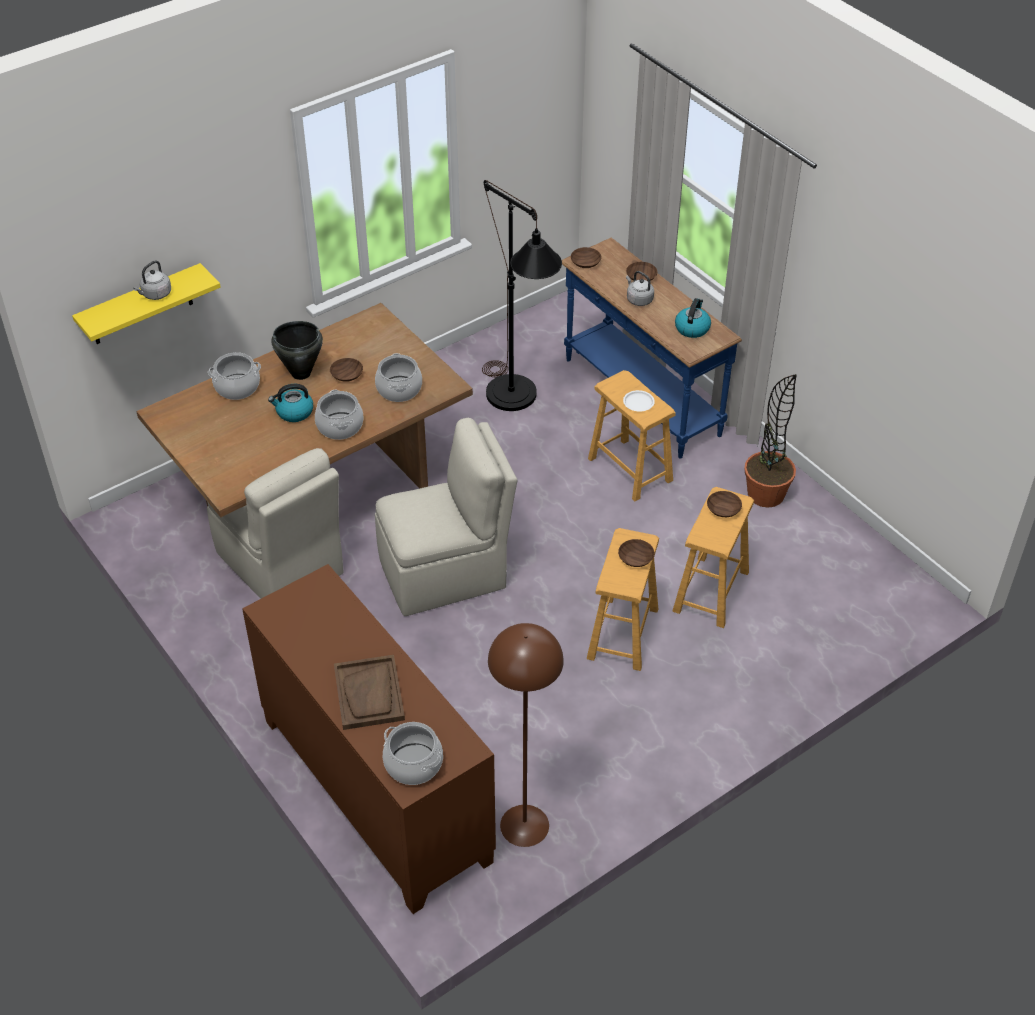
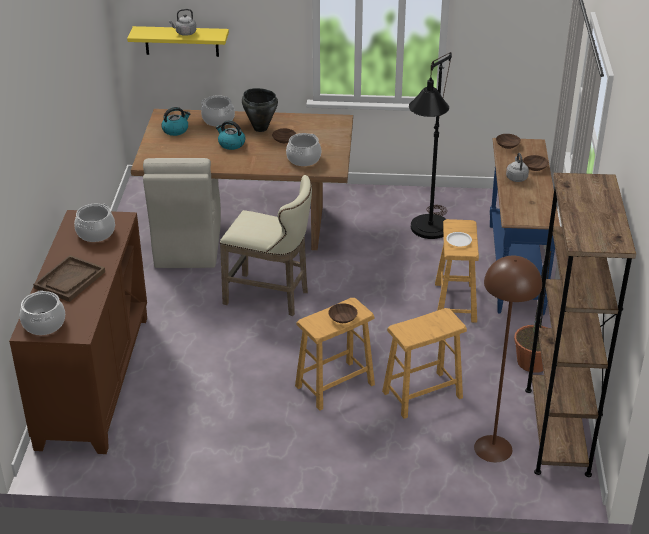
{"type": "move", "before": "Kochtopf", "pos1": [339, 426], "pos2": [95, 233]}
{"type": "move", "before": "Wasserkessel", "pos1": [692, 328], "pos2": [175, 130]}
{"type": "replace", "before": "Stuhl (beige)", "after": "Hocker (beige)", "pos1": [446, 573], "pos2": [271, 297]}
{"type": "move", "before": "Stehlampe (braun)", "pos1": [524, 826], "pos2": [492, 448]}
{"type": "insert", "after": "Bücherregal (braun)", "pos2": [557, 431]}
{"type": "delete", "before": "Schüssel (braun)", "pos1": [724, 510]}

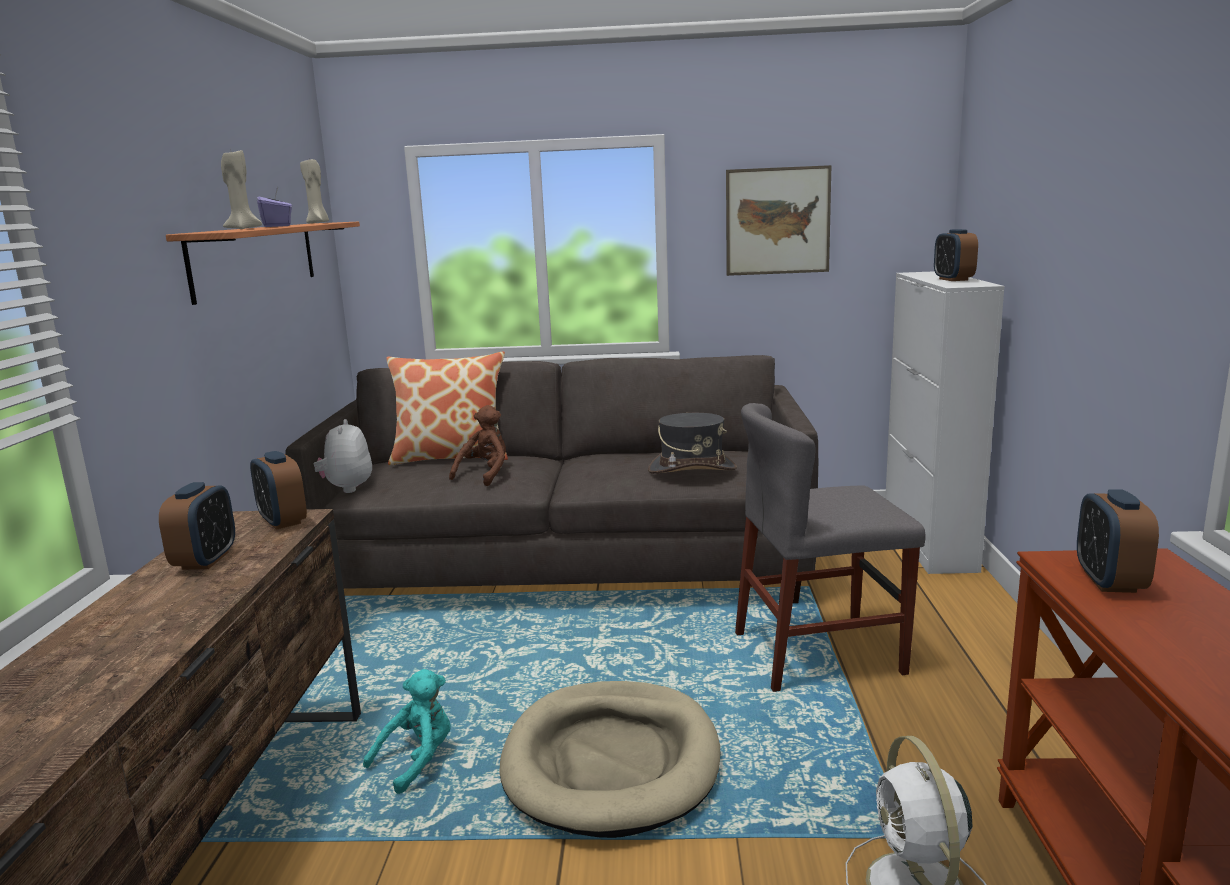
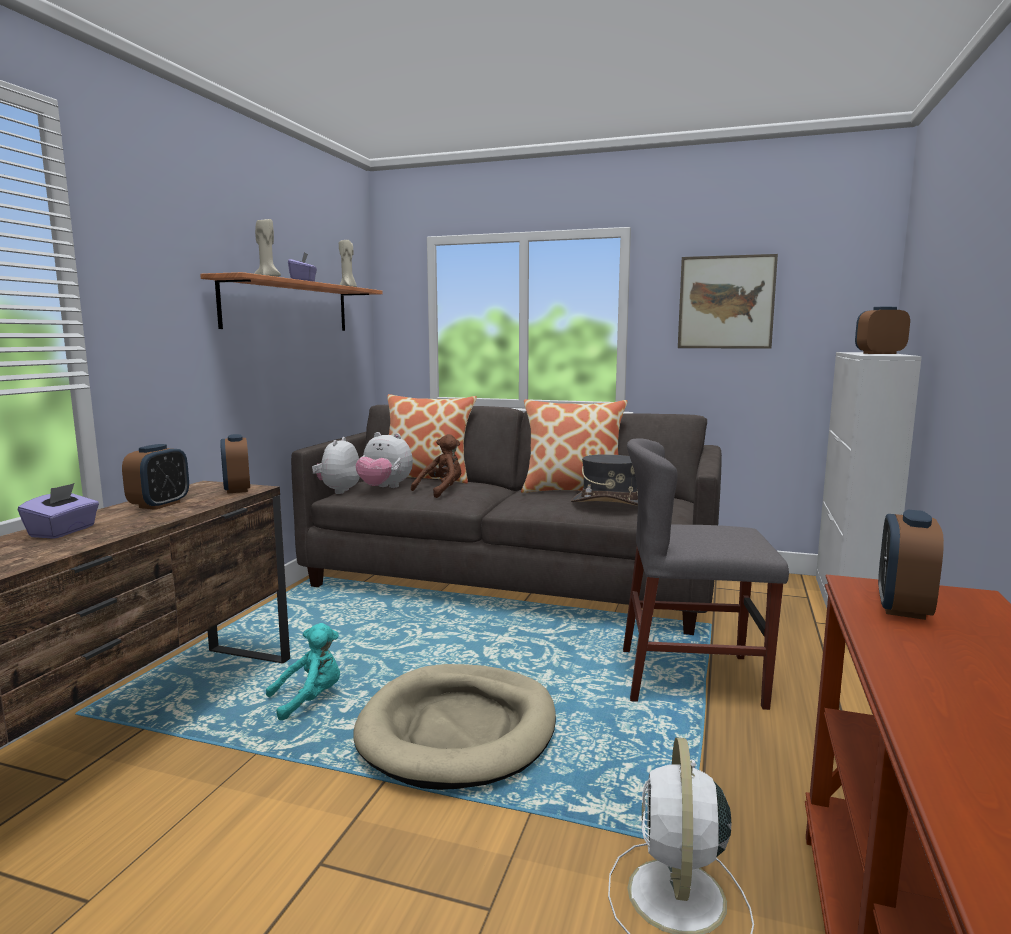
{"type": "insert", "after": "Taschentuchbox (lila)", "pos2": [63, 531]}
{"type": "insert", "after": "Plüschtier", "pos2": [384, 488]}
{"type": "insert", "after": "Kissen", "pos2": [573, 490]}
{"type": "rotate", "before": "Wecker", "pos1": [953, 279], "pos2": [879, 353], "turn": 75}

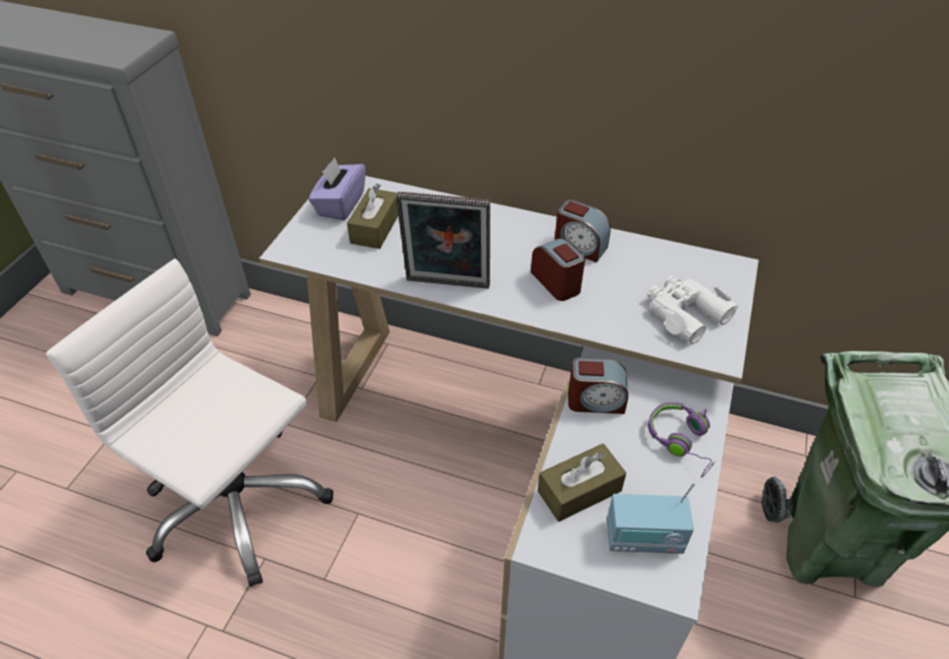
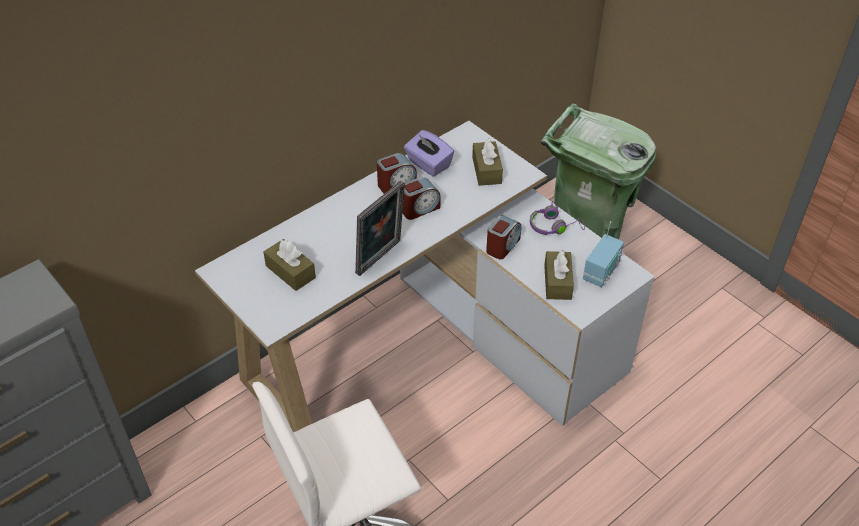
{"type": "rotate", "before": "Wecker", "pos1": [557, 282], "pos2": [419, 208], "turn": 150}
{"type": "move", "before": "Taschentuchbox (lila)", "pos1": [340, 204], "pos2": [428, 164]}
{"type": "replace", "before": "Fernglas (weiß)", "after": "Taschentuchbox (braun)", "pos1": [684, 313], "pos2": [486, 170]}

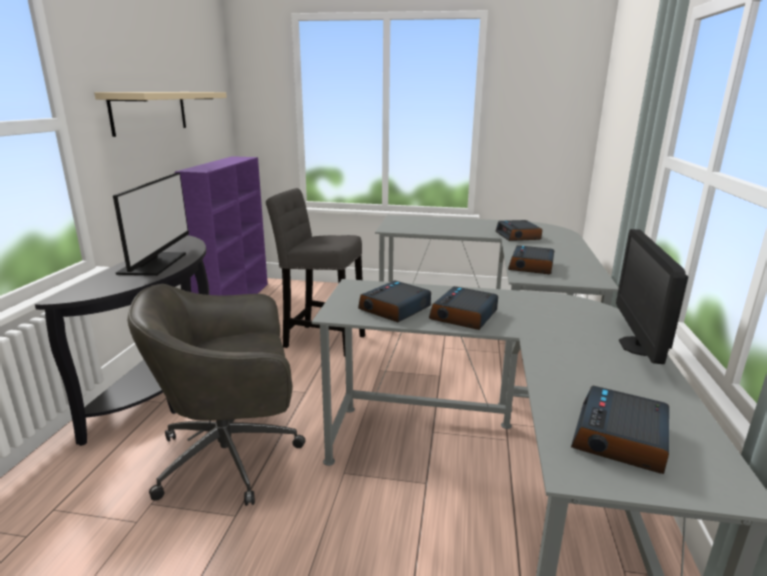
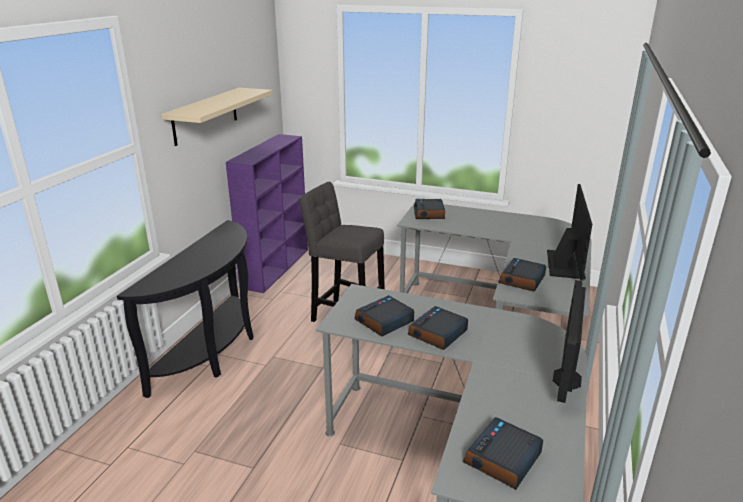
{"type": "move", "before": "Wecker", "pos1": [518, 236], "pos2": [429, 213]}
{"type": "move", "before": "Monitor", "pos1": [154, 263], "pos2": [566, 264]}
{"type": "delete", "before": "Bürostuhl (grau)", "pos1": [232, 456]}

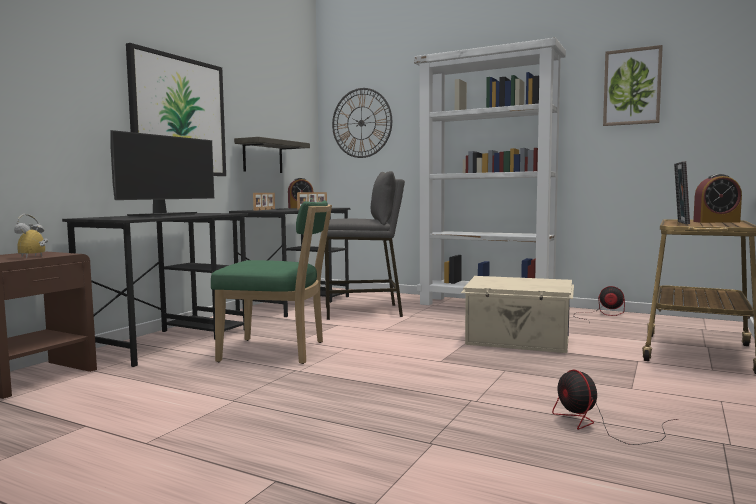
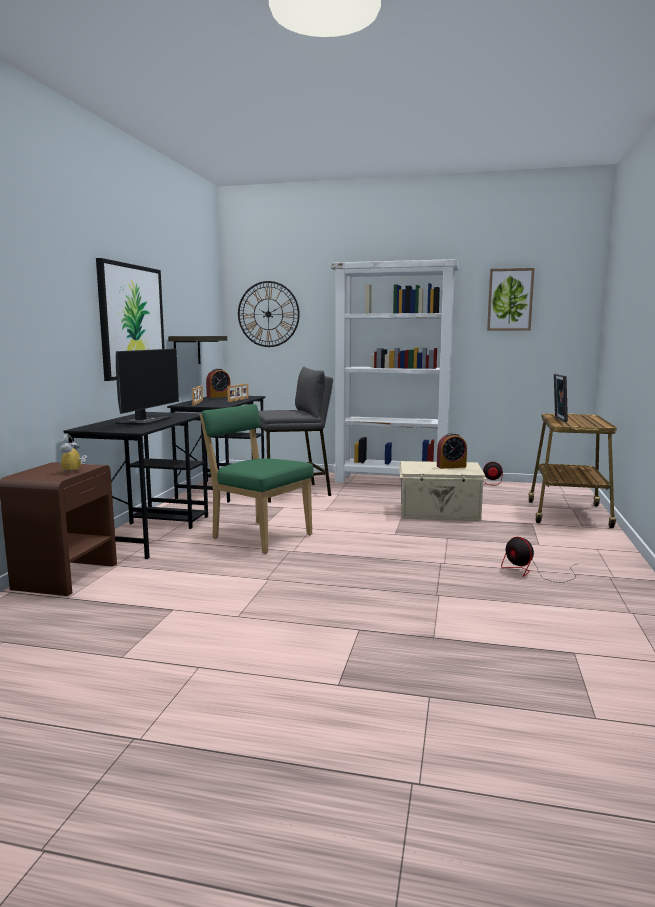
{"type": "rotate", "before": "Stuhl (grün)", "pos1": [278, 352], "pos2": [258, 536], "turn": -135}
{"type": "move", "before": "Wecker", "pos1": [716, 222], "pos2": [451, 466]}

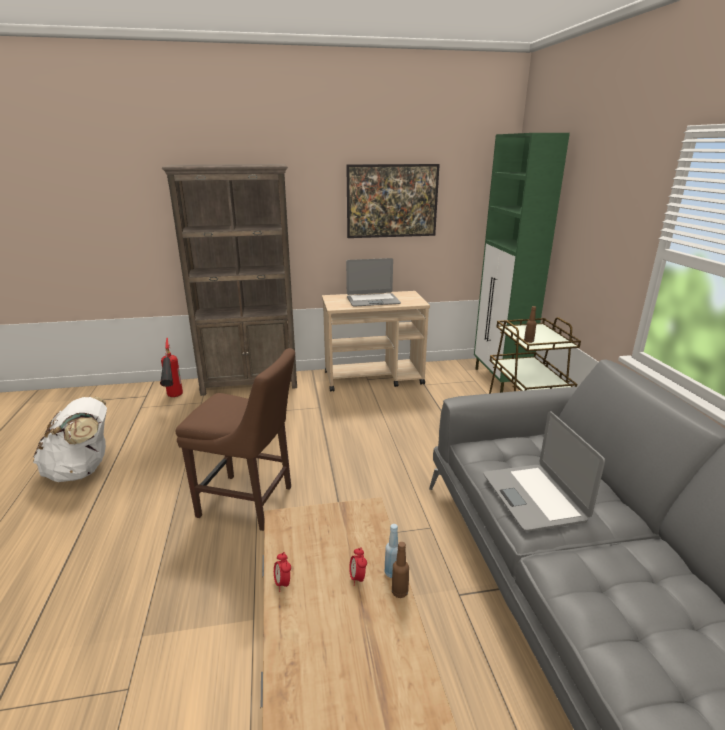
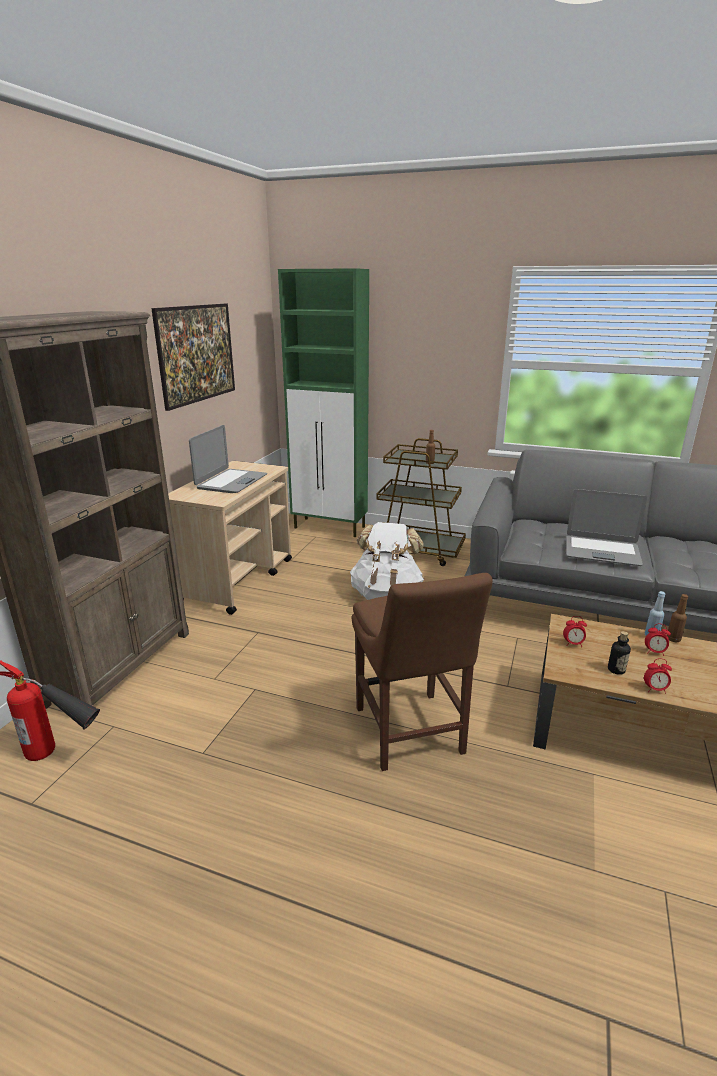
{"type": "move", "before": "Rucksack (weiß)", "pos1": [82, 470], "pos2": [386, 595]}
{"type": "rotate", "before": "Stuhl (braun)", "pos1": [250, 502], "pos2": [410, 734], "turn": 120}
{"type": "insert", "after": "Wecker", "pos2": [573, 644]}
{"type": "insert", "after": "Flasche", "pos2": [616, 670]}

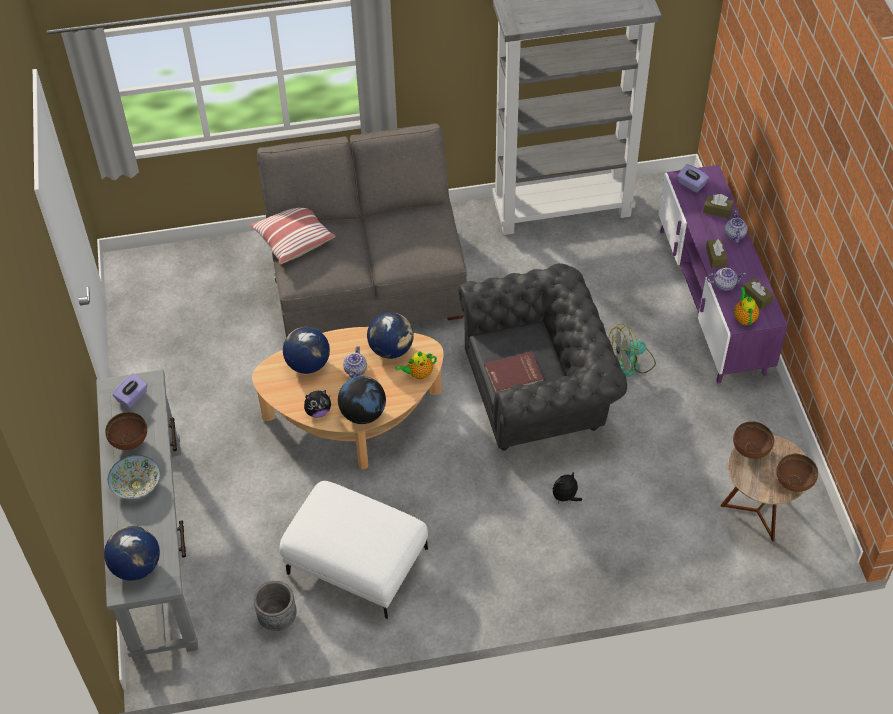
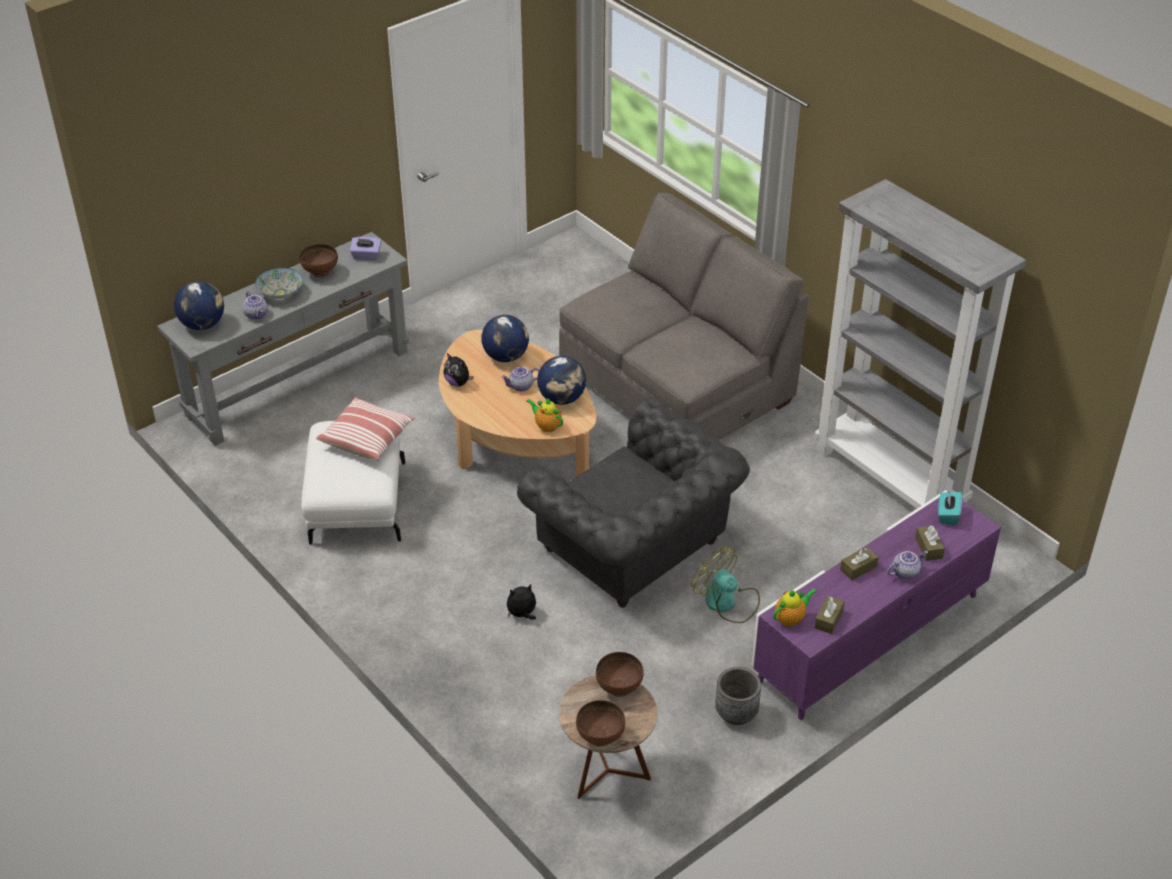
{"type": "move", "before": "Teekanne", "pos1": [724, 284], "pos2": [257, 315]}
{"type": "move", "before": "Kissen", "pos1": [293, 239], "pos2": [367, 438]}
{"type": "rotate", "before": "Plüschtier", "pos1": [565, 497], "pos2": [522, 614], "turn": -45}
{"type": "move", "before": "Pflanzkübel (grau)", "pos1": [277, 618], "pos2": [736, 713]}
{"type": "recolor", "before": "Taschentuchbox (lila)", "after": "Taschentuchbox (türkis)", "pos1": [691, 184], "pos2": [947, 515]}
{"type": "delete", "before": "Globus", "pos1": [363, 414]}
{"type": "delete", "before": "Buch (rot)", "pos1": [514, 375]}

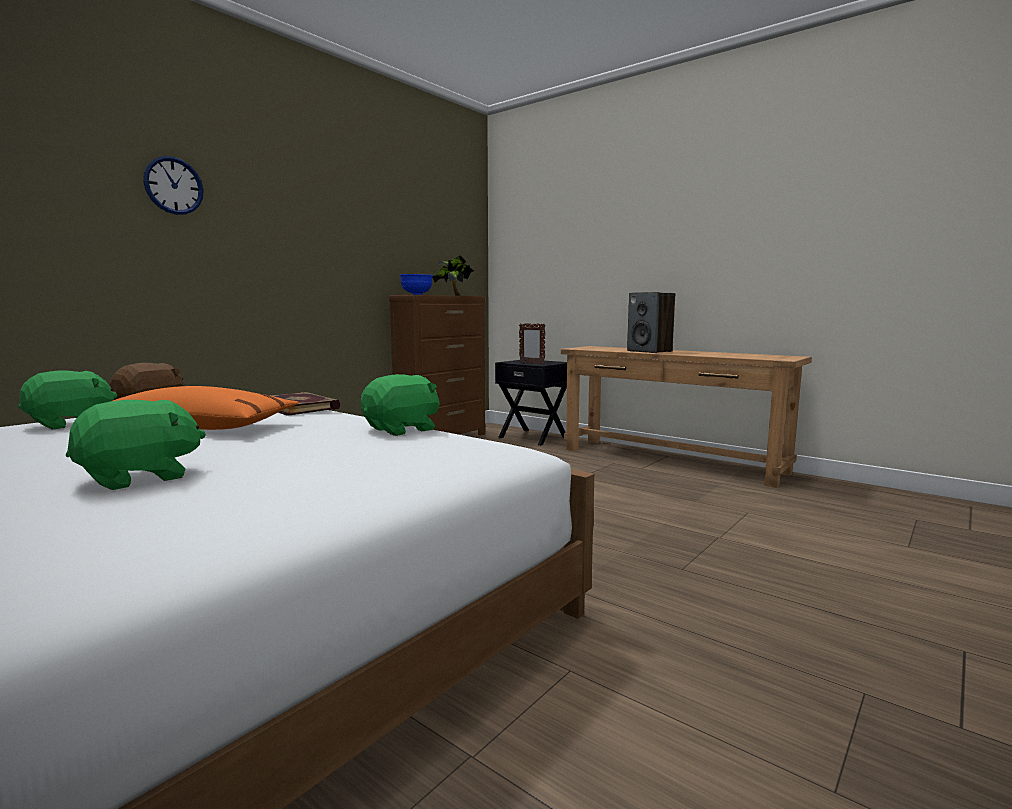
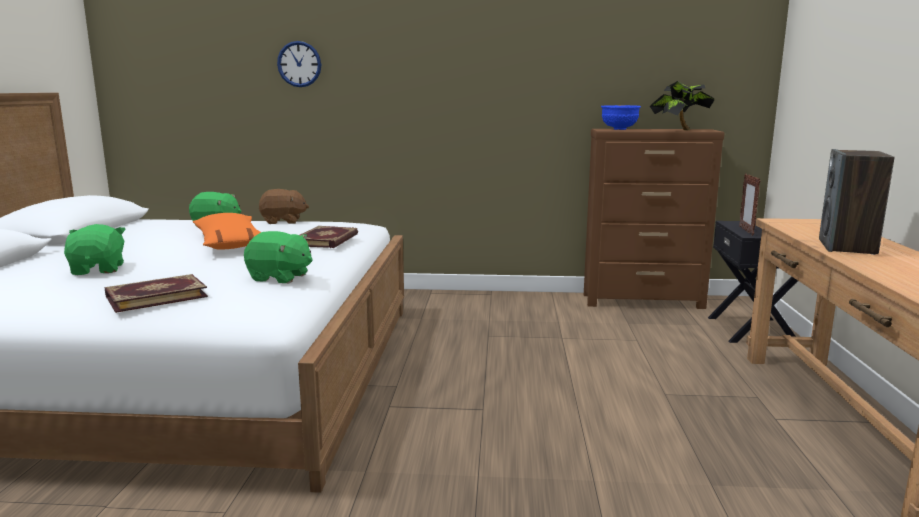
{"type": "rotate", "before": "Plüschtier (grün)", "pos1": [140, 478], "pos2": [99, 269], "turn": -120}
{"type": "insert", "after": "Buch", "pos2": [156, 296]}
{"type": "move", "before": "Wanduhr", "pos1": [174, 185], "pos2": [299, 64]}

